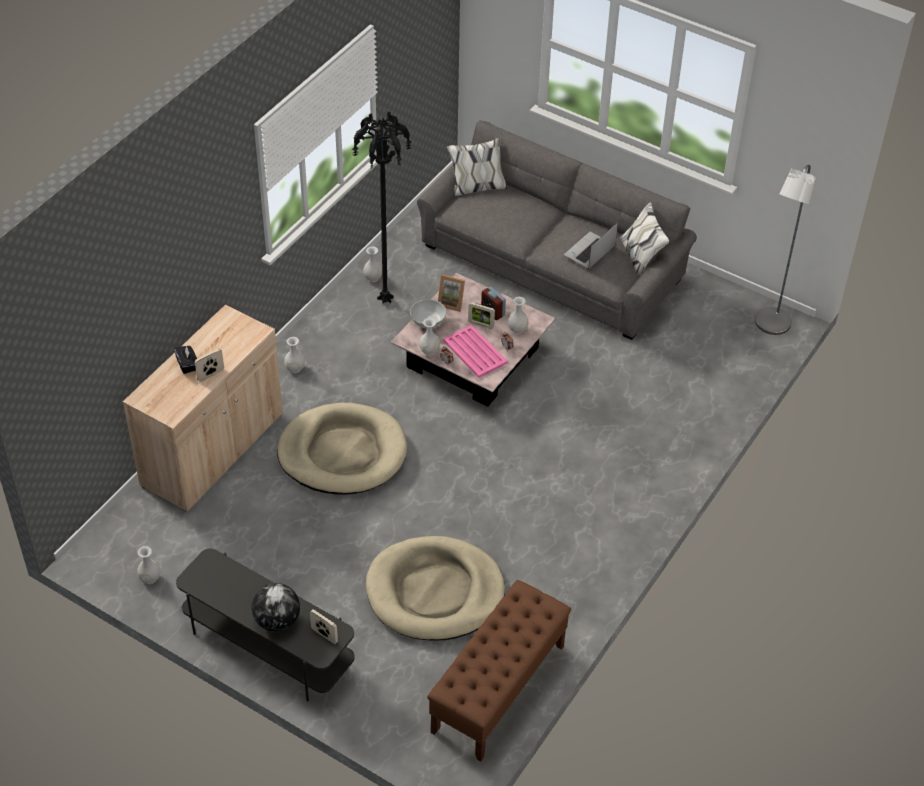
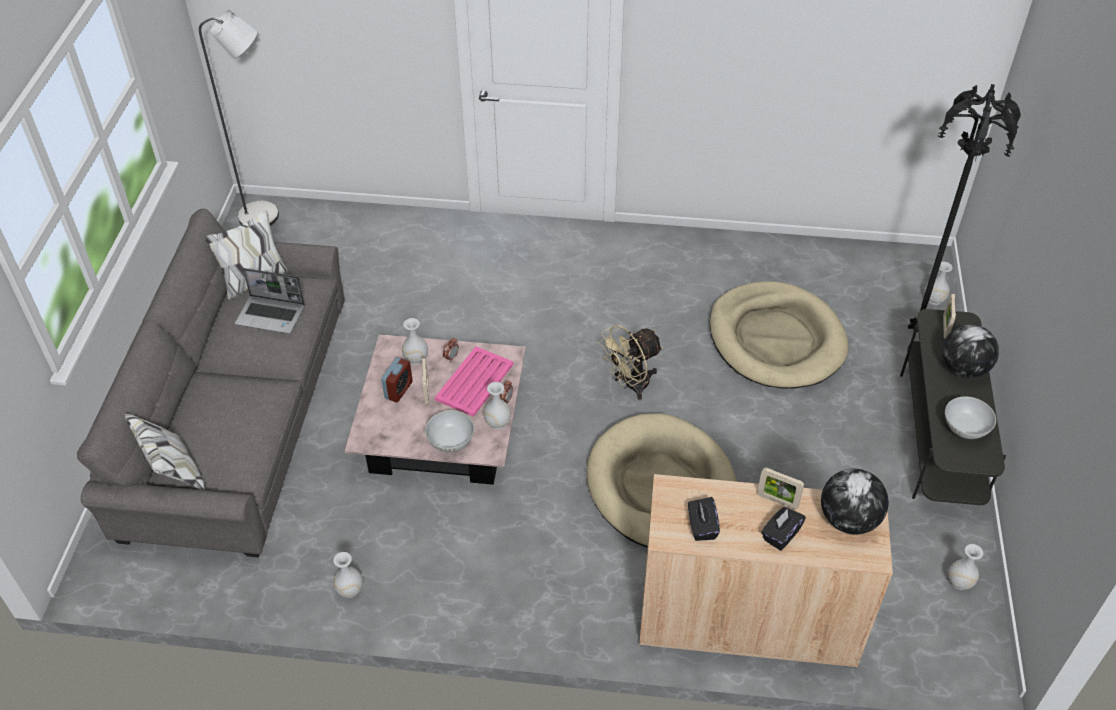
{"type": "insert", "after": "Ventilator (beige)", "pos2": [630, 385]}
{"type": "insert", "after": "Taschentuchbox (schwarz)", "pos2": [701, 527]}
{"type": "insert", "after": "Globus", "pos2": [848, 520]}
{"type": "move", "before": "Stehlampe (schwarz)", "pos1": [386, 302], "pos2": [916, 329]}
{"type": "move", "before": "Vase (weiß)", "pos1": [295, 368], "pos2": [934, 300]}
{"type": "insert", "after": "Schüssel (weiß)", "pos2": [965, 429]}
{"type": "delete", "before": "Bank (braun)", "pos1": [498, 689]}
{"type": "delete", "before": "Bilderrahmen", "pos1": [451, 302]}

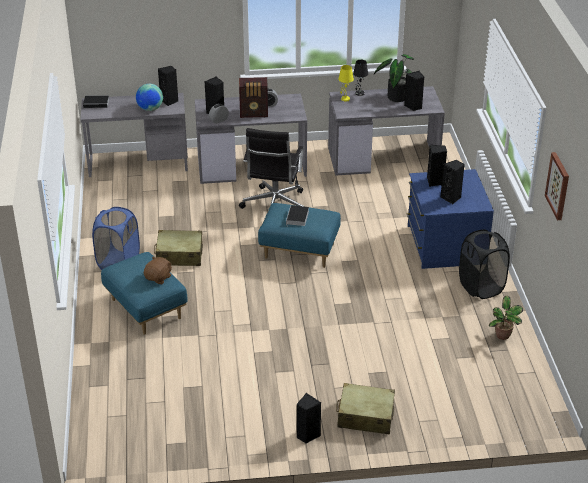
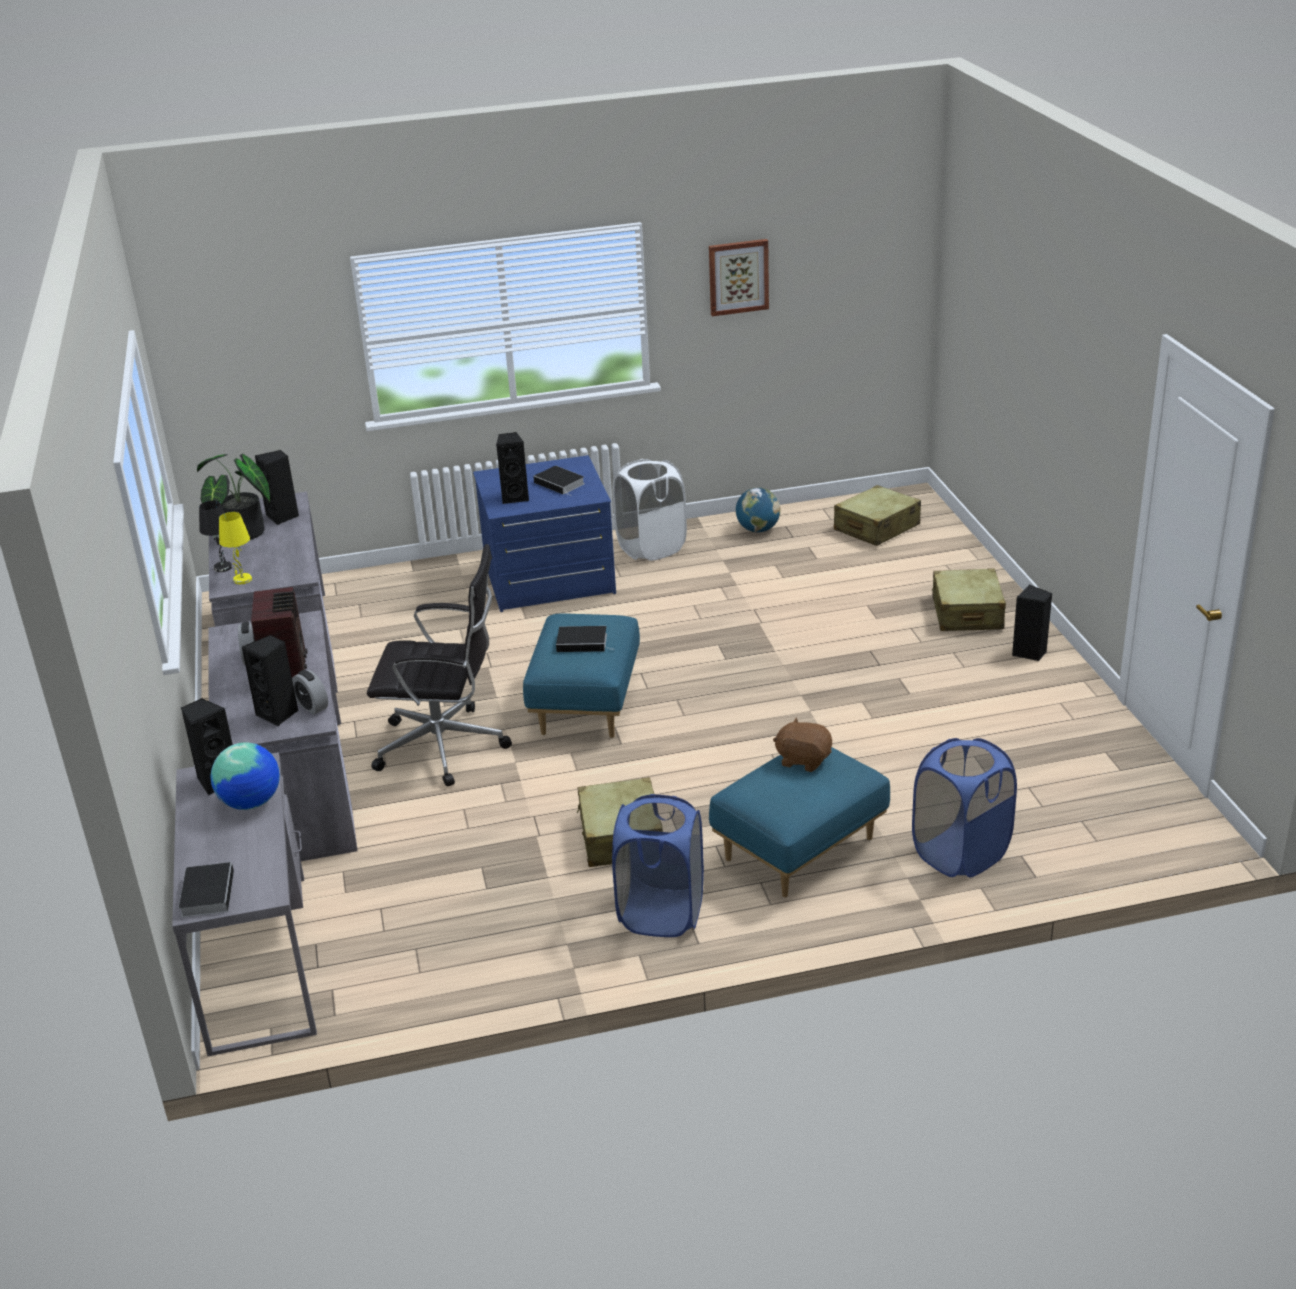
{"type": "replace", "before": "Lautsprecher (schwarz)", "after": "Buch", "pos1": [451, 198], "pos2": [560, 483]}
{"type": "recolor", "before": "Wäschekorb (schwarz)", "after": "Wäschekorb (weiß)", "pos1": [481, 287], "pos2": [651, 548]}
{"type": "replace", "before": "Topfpflanze", "after": "Globus", "pos1": [503, 336], "pos2": [758, 529]}
{"type": "insert", "after": "Koffer (beige)", "pos2": [876, 528]}
{"type": "insert", "after": "Wäschekorb (blau)", "pos2": [960, 853]}

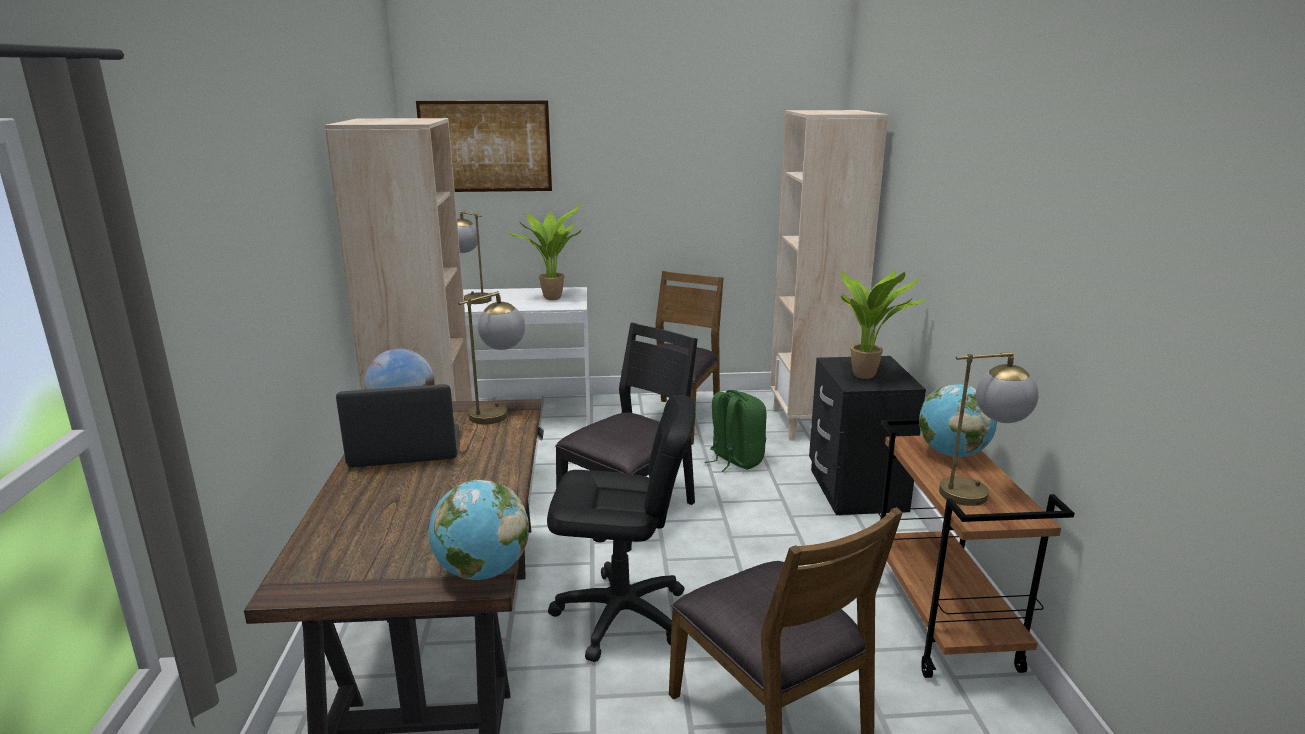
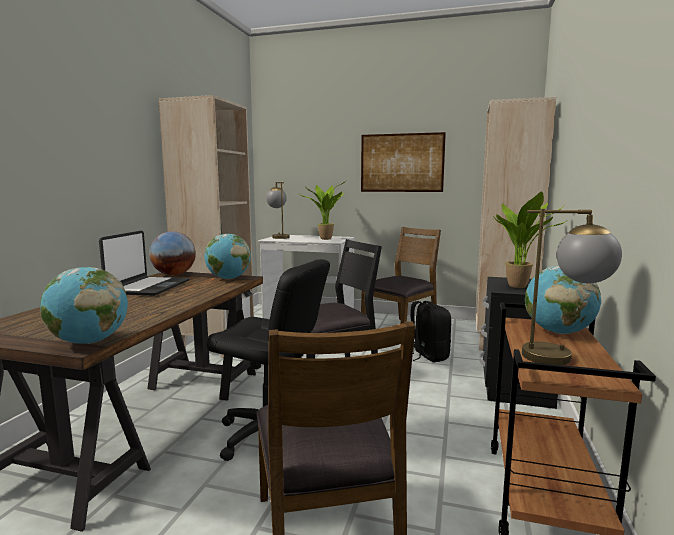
{"type": "rotate", "before": "Laptop", "pos1": [405, 449], "pos2": [148, 287], "turn": 90}
{"type": "replace", "before": "Tischlampe", "after": "Globus", "pos1": [498, 412], "pos2": [228, 278]}
{"type": "move", "before": "Bild", "pos1": [485, 146], "pos2": [401, 163]}
{"type": "recolor", "before": "Rucksack (grün)", "after": "Rucksack (schwarz)", "pos1": [734, 460], "pos2": [428, 356]}

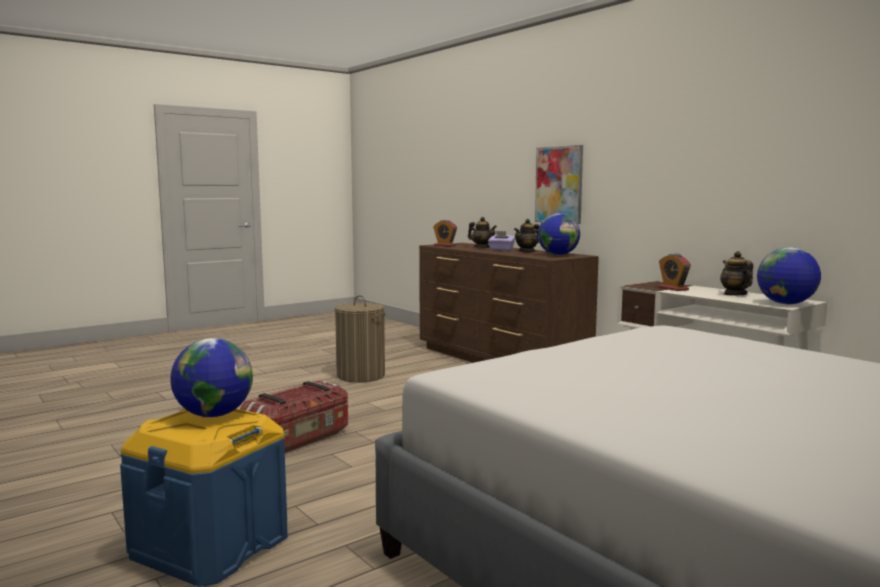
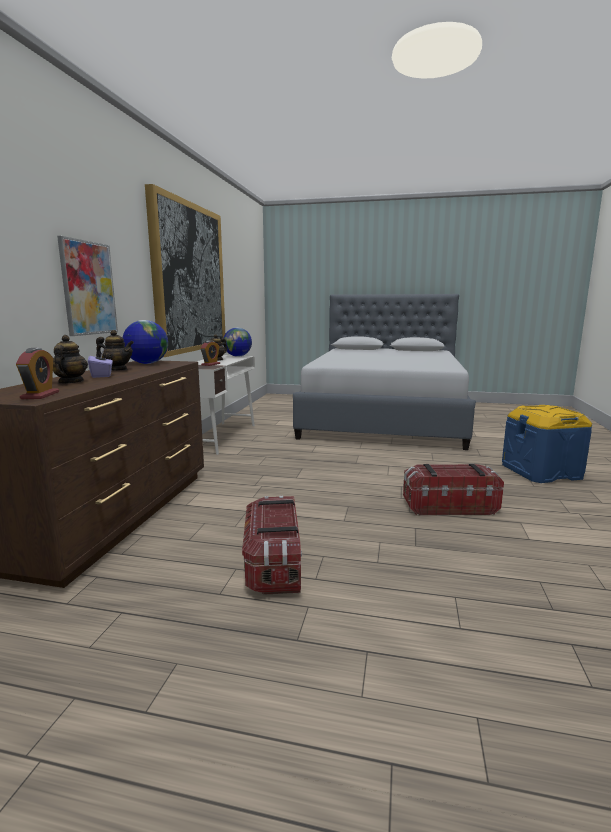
{"type": "insert", "after": "Bild", "pos2": [189, 278]}
{"type": "replace", "before": "Wäschekorb", "after": "Aufbewahrungsbox", "pos1": [360, 376], "pos2": [273, 564]}
{"type": "delete", "before": "Globus", "pos1": [214, 415]}

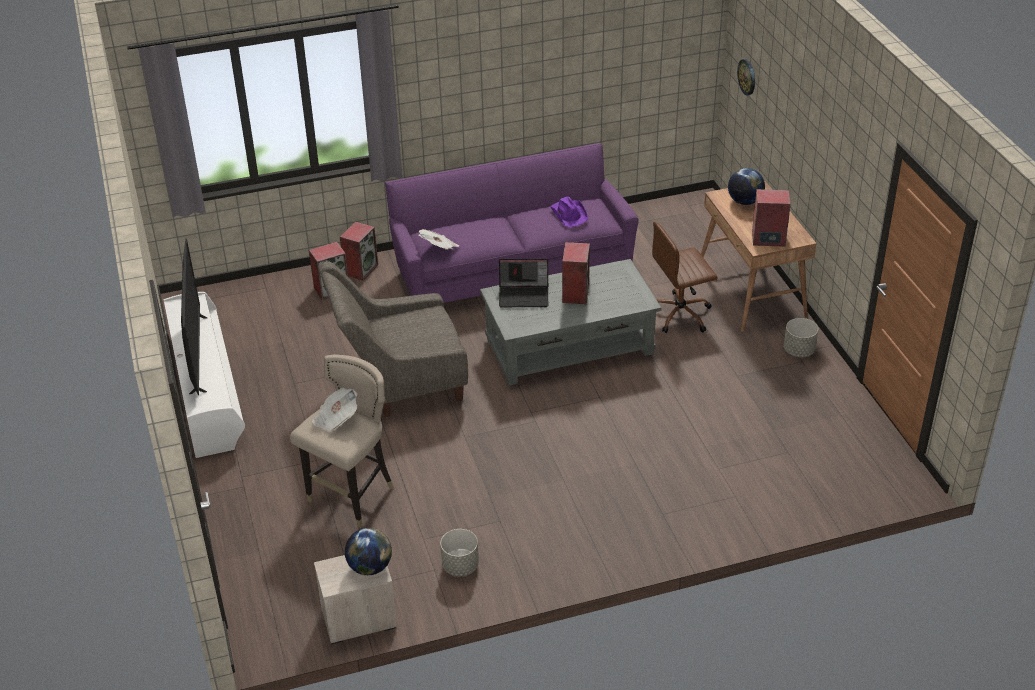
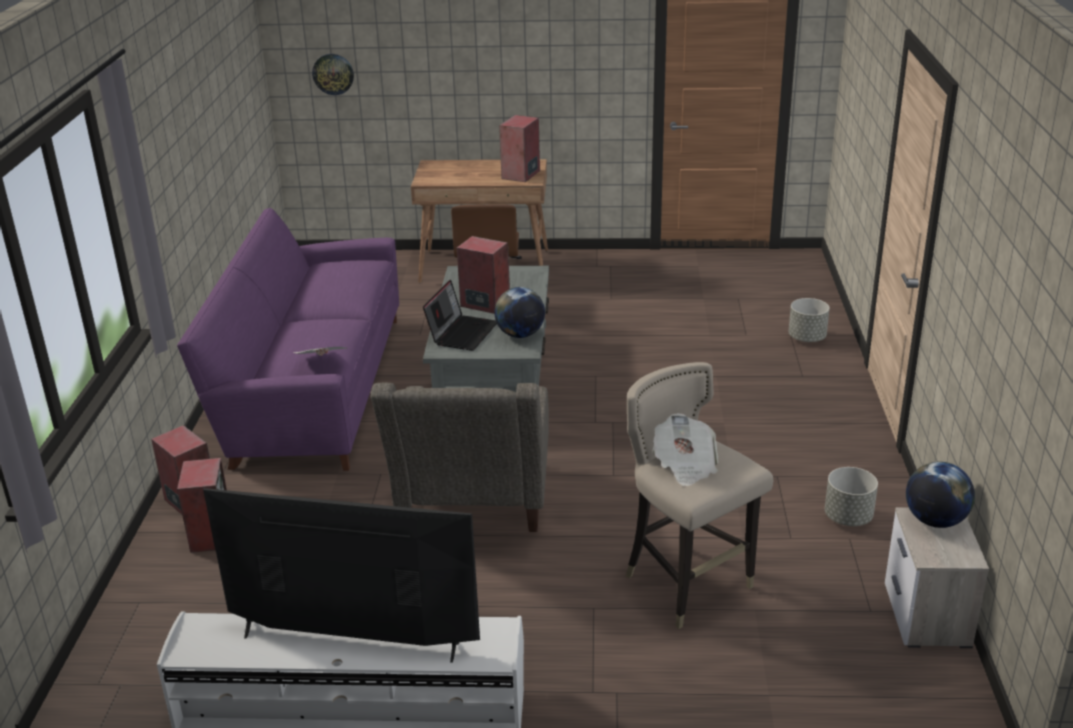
{"type": "move", "before": "Globus", "pos1": [744, 201], "pos2": [520, 335]}
{"type": "move", "before": "Pflanzkübel (grau)", "pos1": [799, 351], "pos2": [807, 338]}
{"type": "delete", "before": "Hut (lila)", "pos1": [569, 214]}

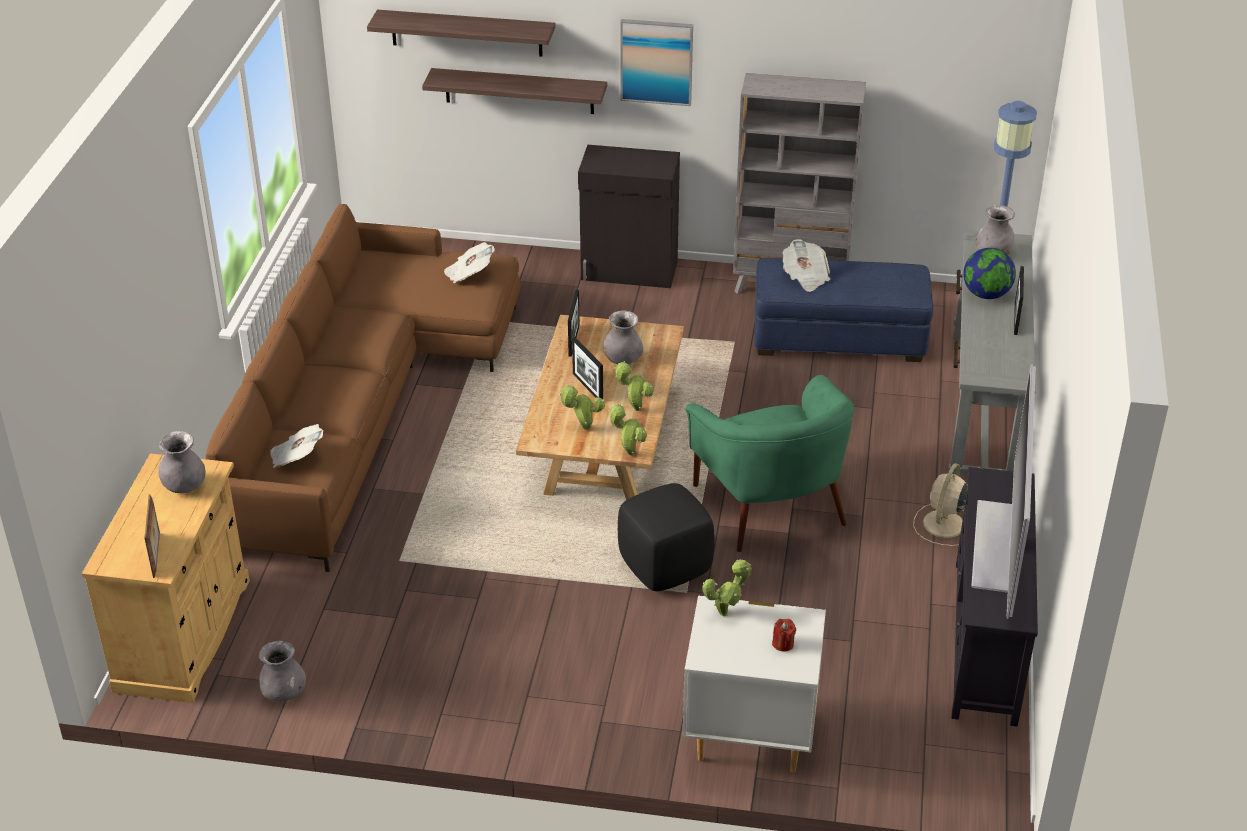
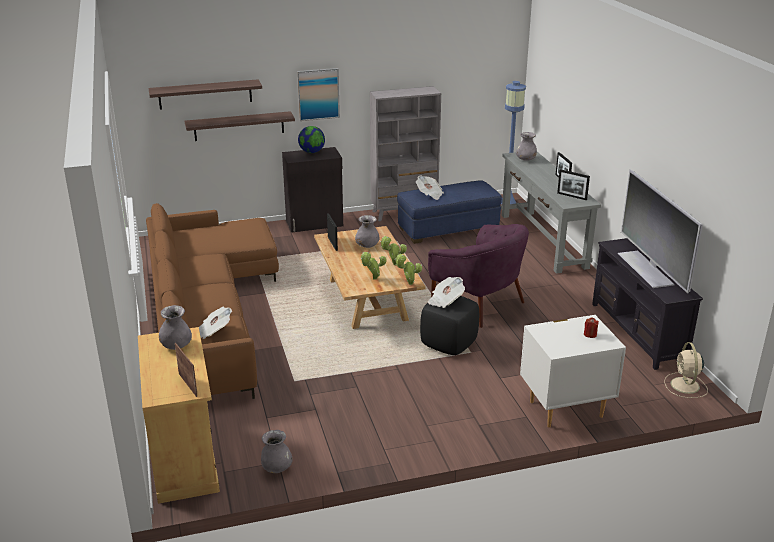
{"type": "move", "before": "Globus", "pos1": [986, 294], "pos2": [312, 152]}
{"type": "recolor", "before": "Sessel (grün)", "after": "Sessel (lila)", "pos1": [771, 505], "pos2": [479, 303]}
{"type": "move", "before": "Zeitung", "pos1": [469, 274], "pos2": [445, 300]}
{"type": "move", "before": "Bilderrahmen", "pos1": [587, 387], "pos2": [572, 196]}
{"type": "move", "before": "Ventilator (beige)", "pos1": [943, 525], "pos2": [685, 386]}
{"type": "delete", "before": "Topfpflanze", "pos1": [726, 612]}

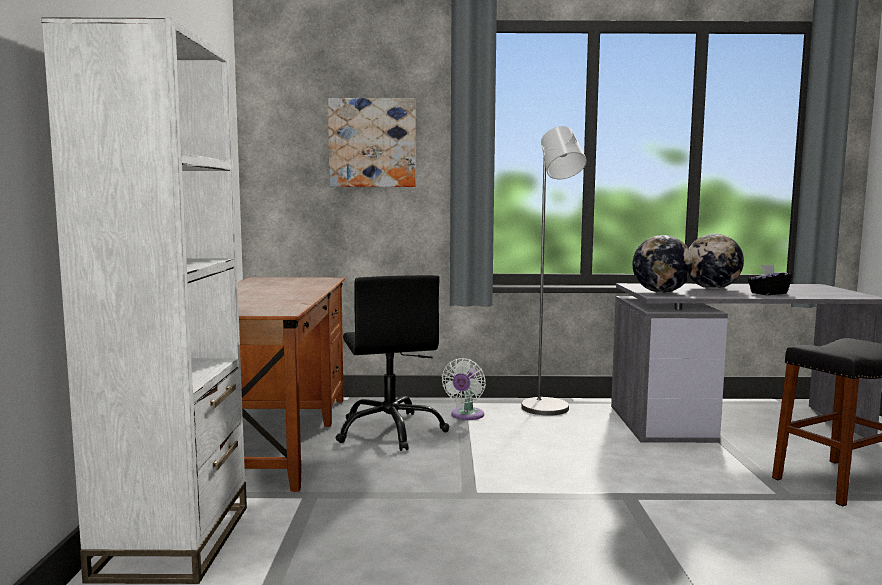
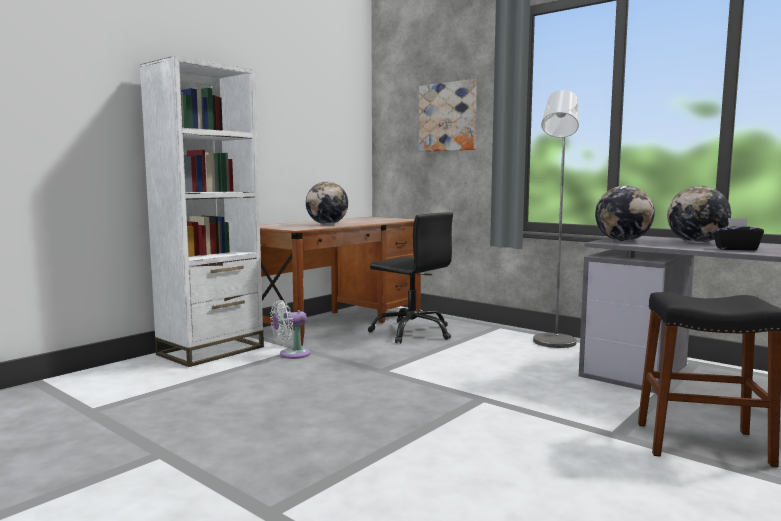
{"type": "move", "before": "Ventilator (weiß)", "pos1": [466, 416], "pos2": [291, 354]}
{"type": "insert", "after": "Globus", "pos2": [327, 224]}
{"type": "rotate", "before": "Bürostuhl (schwarz)", "pos1": [391, 430], "pos2": [412, 332], "turn": -75}

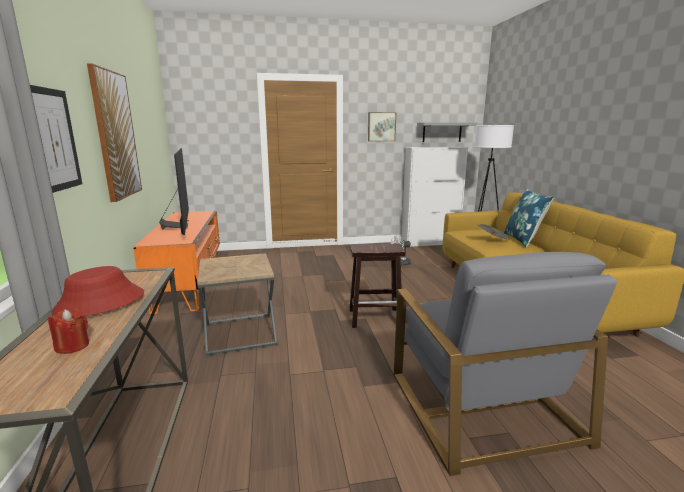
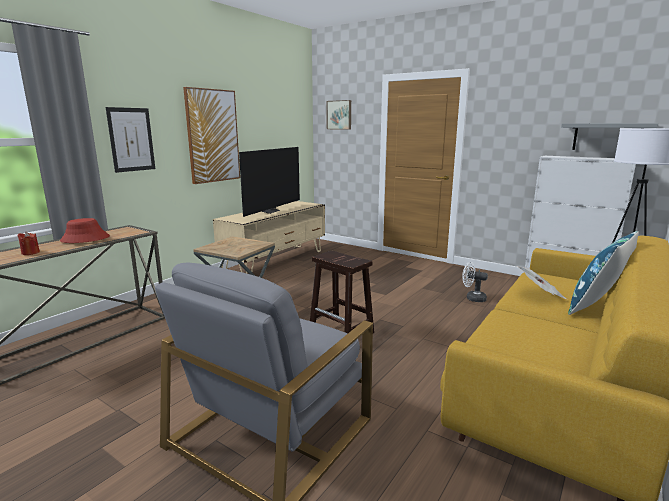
{"type": "recolor", "before": "Fernsehschrank (orange)", "after": "Fernsehschrank (beige)", "pos1": [189, 284], "pos2": [275, 261]}
{"type": "move", "before": "Bild", "pos1": [381, 127], "pos2": [339, 115]}

